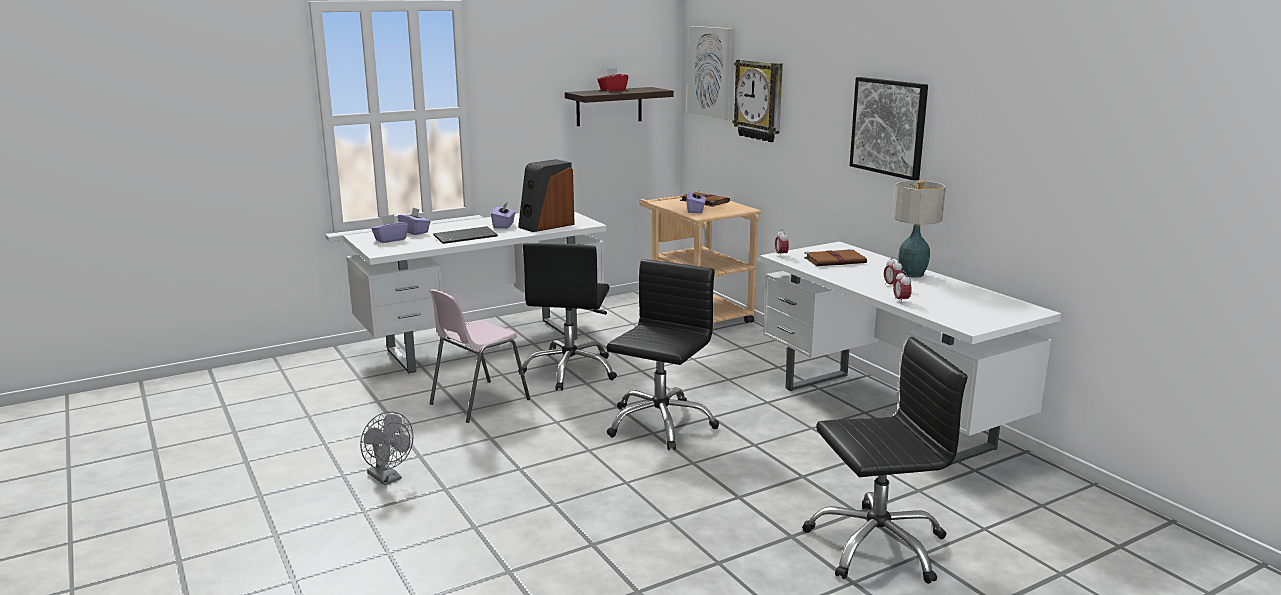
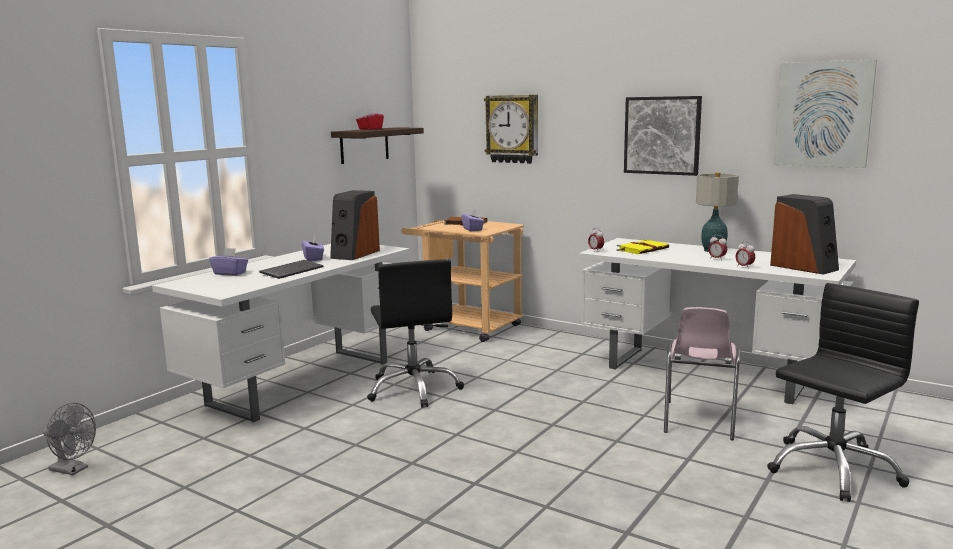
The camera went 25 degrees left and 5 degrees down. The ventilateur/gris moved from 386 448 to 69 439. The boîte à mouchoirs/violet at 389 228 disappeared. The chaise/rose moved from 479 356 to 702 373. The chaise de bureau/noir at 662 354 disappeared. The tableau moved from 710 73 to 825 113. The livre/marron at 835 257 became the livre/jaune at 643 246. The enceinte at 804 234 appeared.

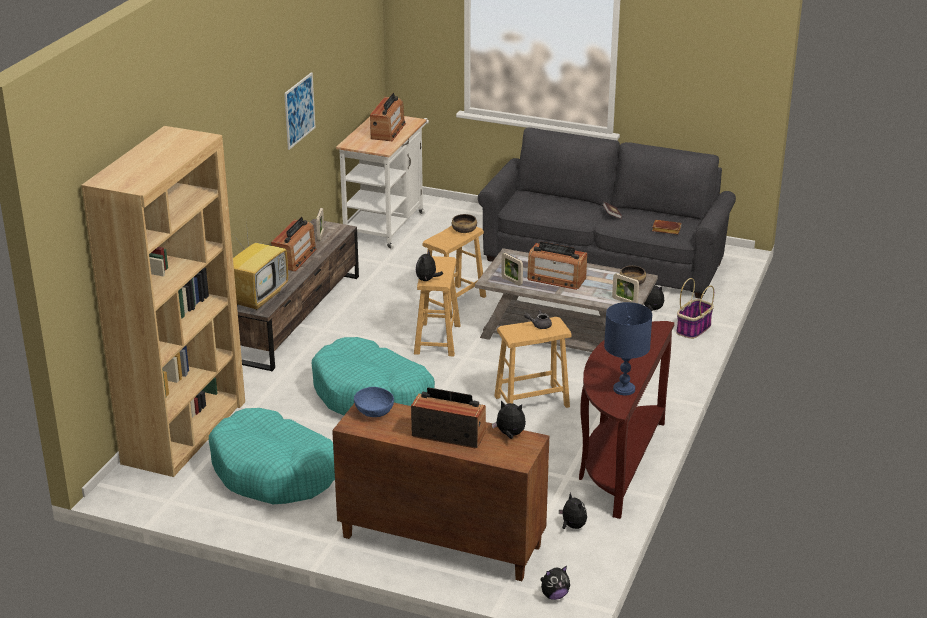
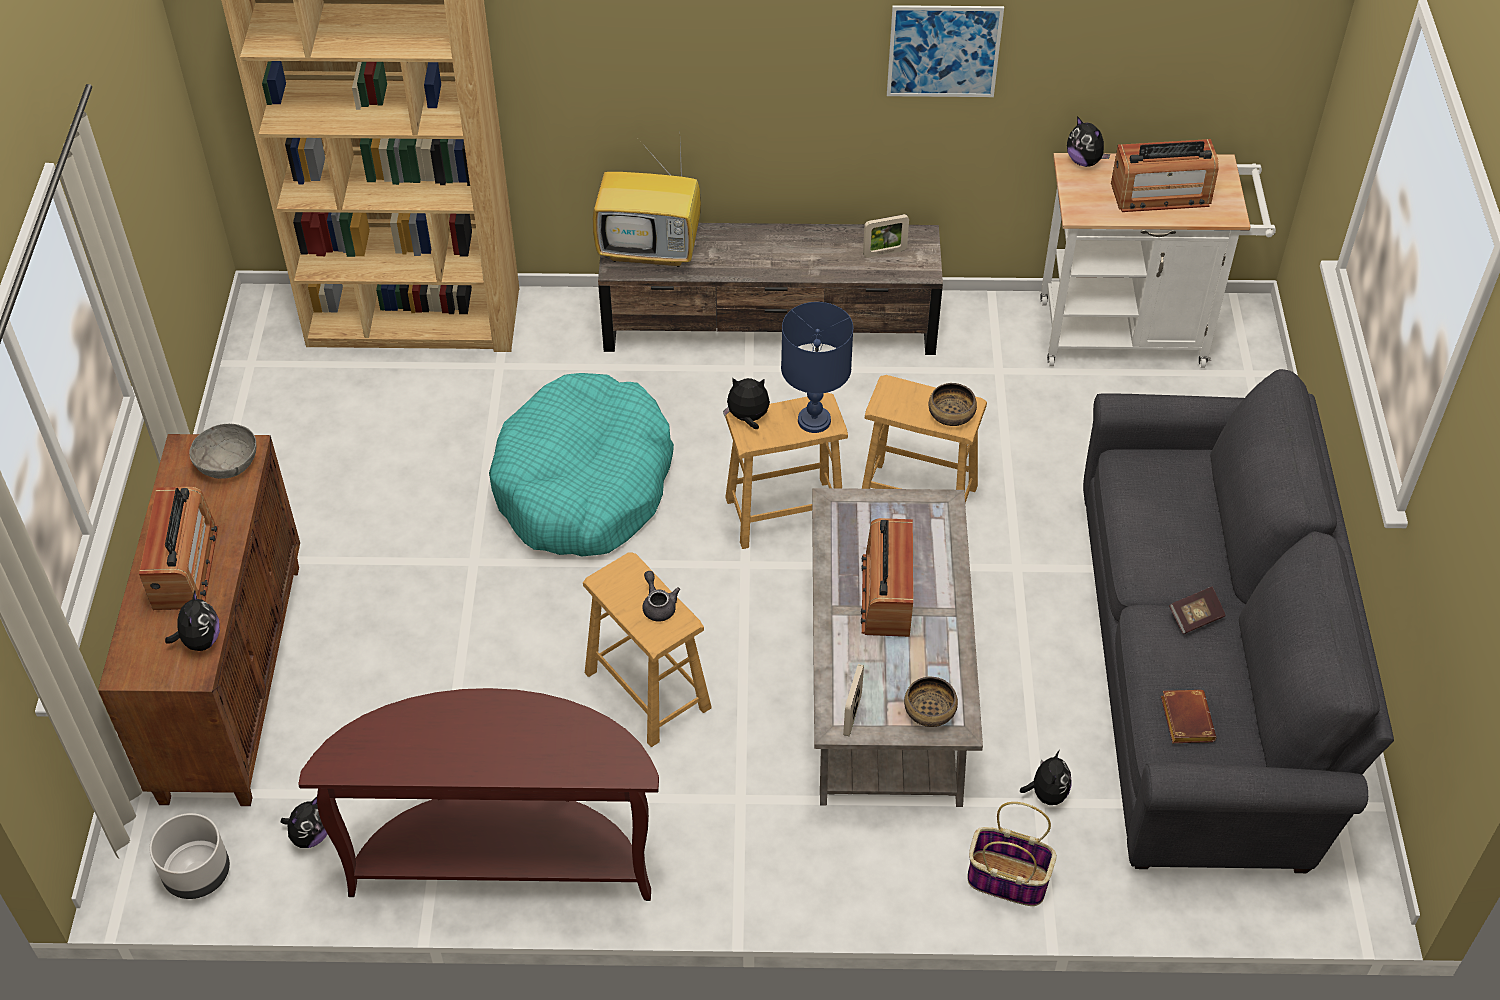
The camera went 70 degrees right and 20 degrees up. The panier pour chien/turquoise at 272 456 disappeared. The radio at 294 244 disappeared. The bol/bleu at 374 402 became the bol/gris at 223 451. The cadre photo at 512 269 disappeared. The peluche moved from 555 583 to 1089 141. The lampe de table/bleu moved from 628 348 to 817 367. The cache-pot/gris at 189 856 appeared.

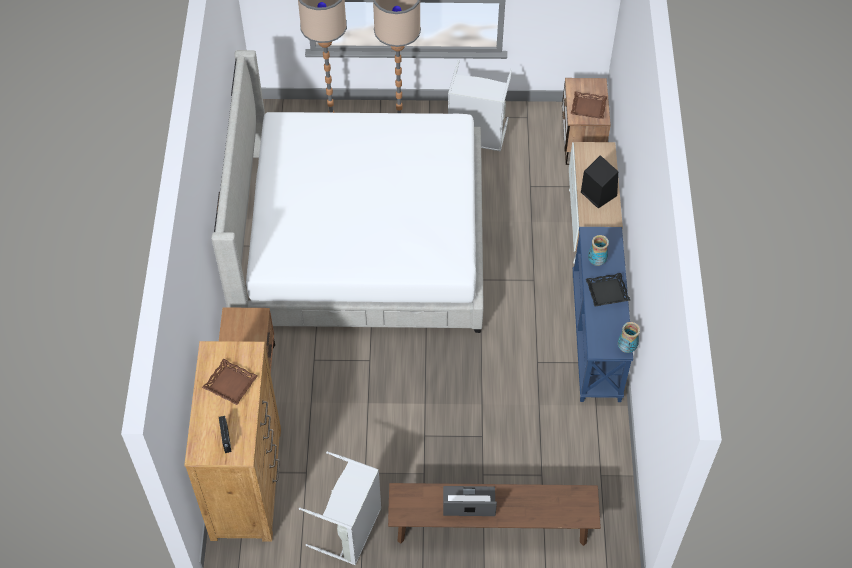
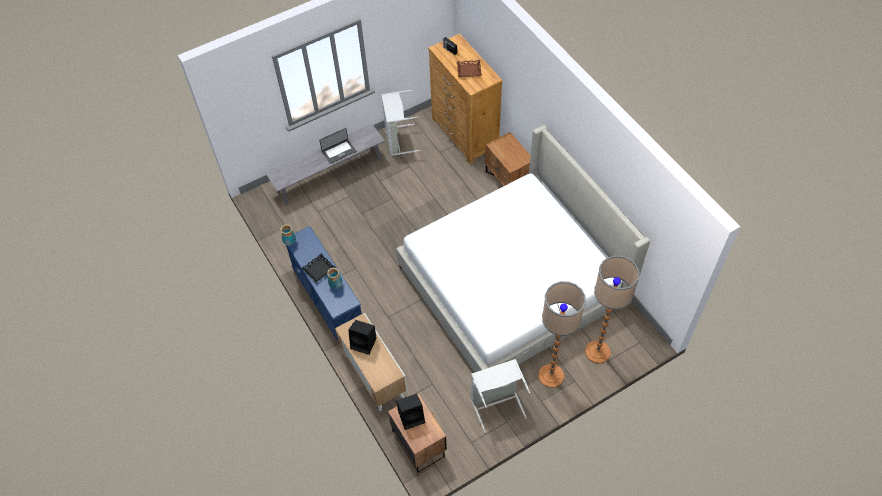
The camera went 150 degrees right and 0 degrees up. The banc/marron at 494 514 became the banc/gris at 325 165. The plateau/marron at 589 105 was replaced by the enceinte/noir at 411 412.

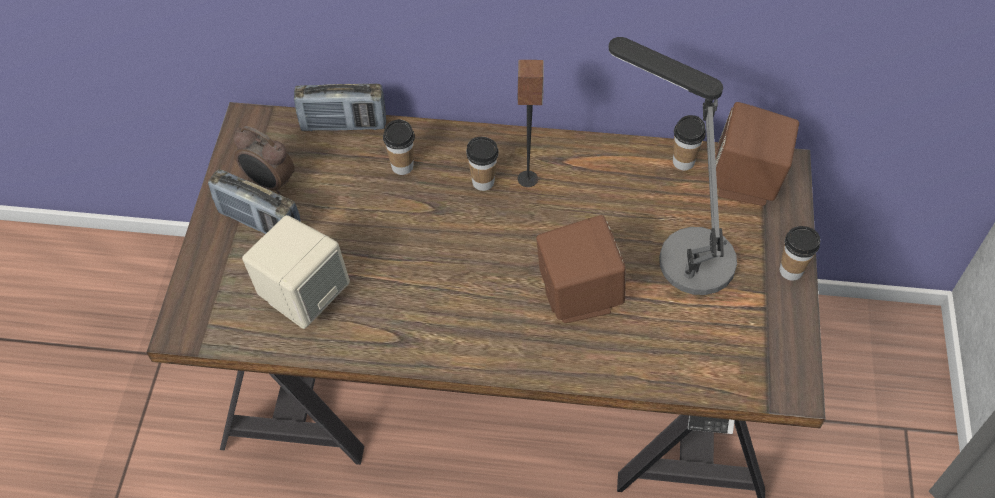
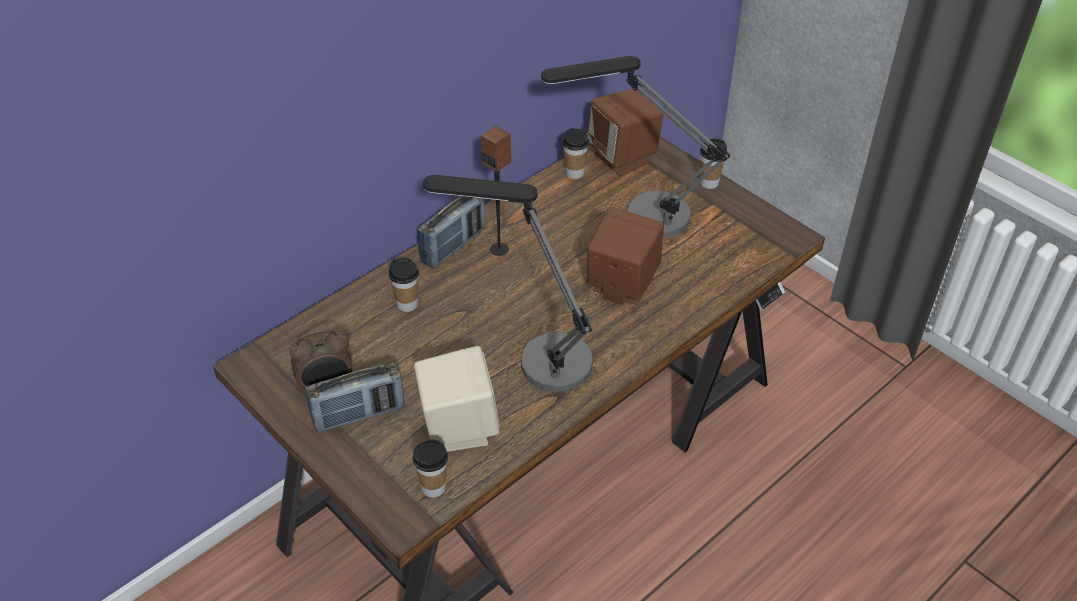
The camera went 50 degrees left and 10 degrees down. The radio moved from 340 107 to 451 232. The tasse moved from 482 164 to 430 468. The lampe de table at 508 283 appeared.

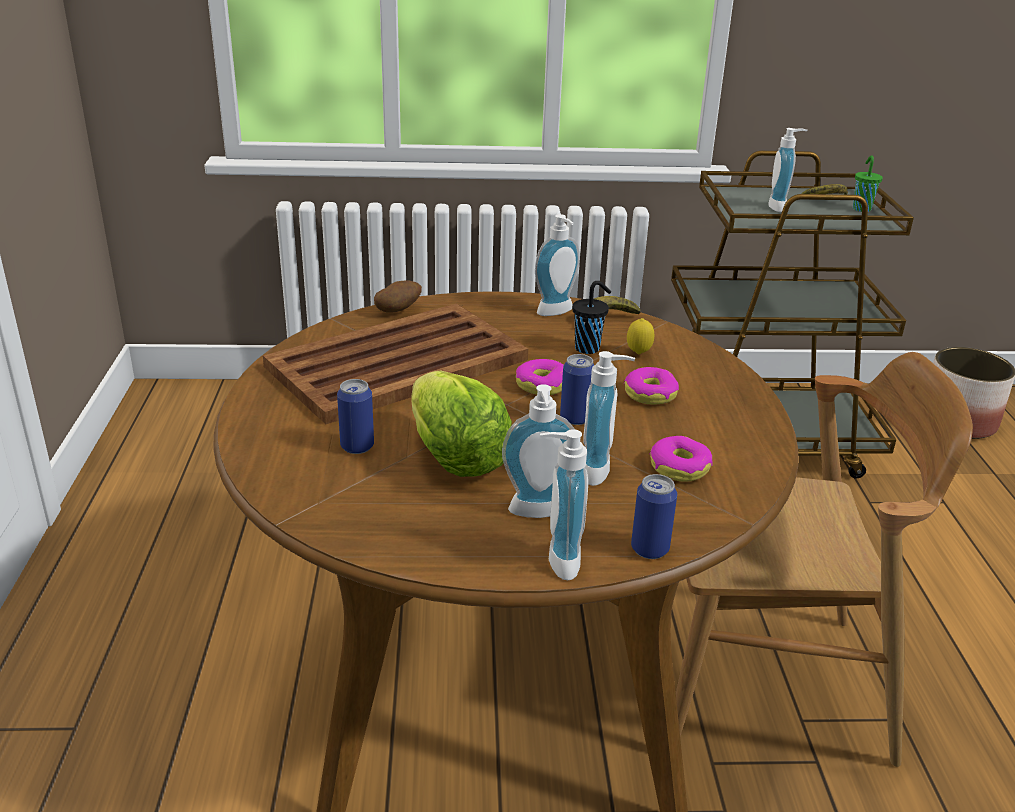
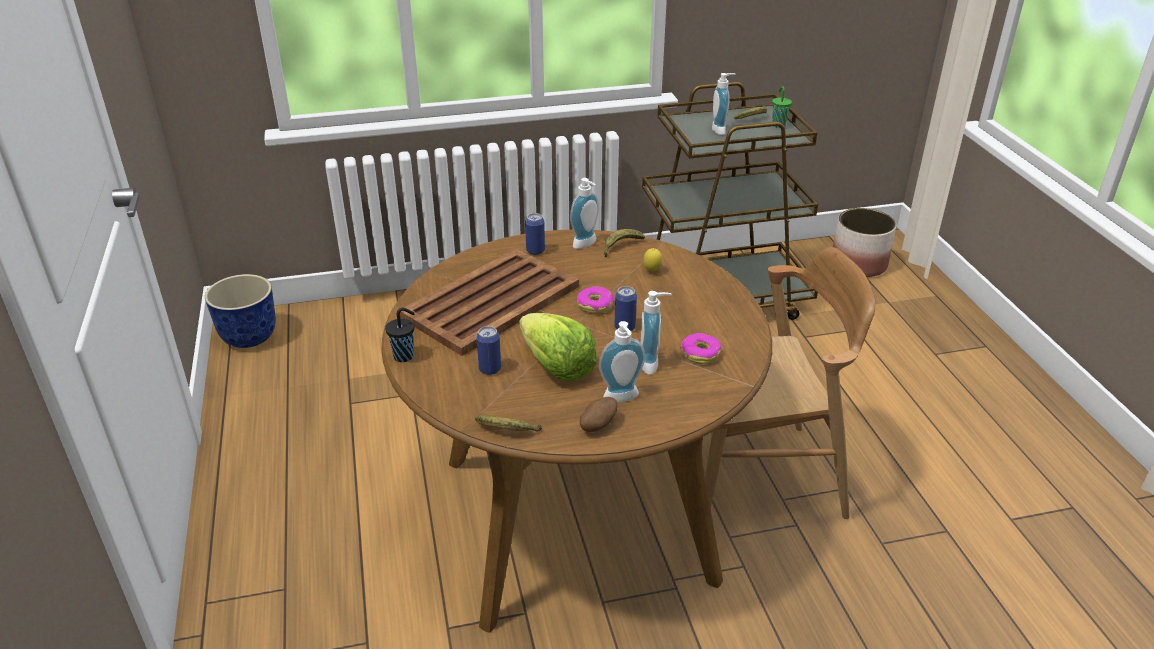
The camera went 10 degrees left and 5 degrees up. The pomme de terre moved from 398 296 to 599 414. The distributeur de savon at 564 504 disappeared. The tasse/noir moved from 591 317 to 400 335. The beignet at 651 385 disappeared. The boîte métallique moved from 654 516 to 535 234. The cache-pot at 240 311 appeared. The banane at 508 423 appeared.

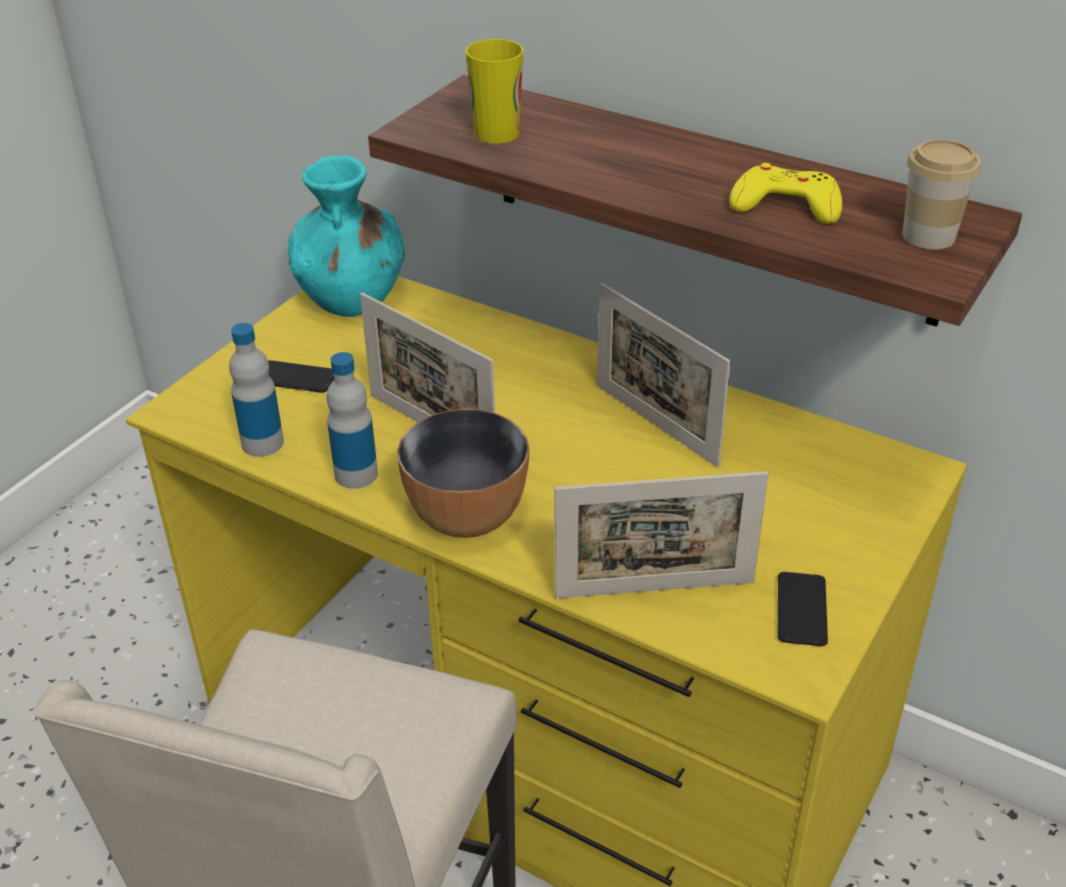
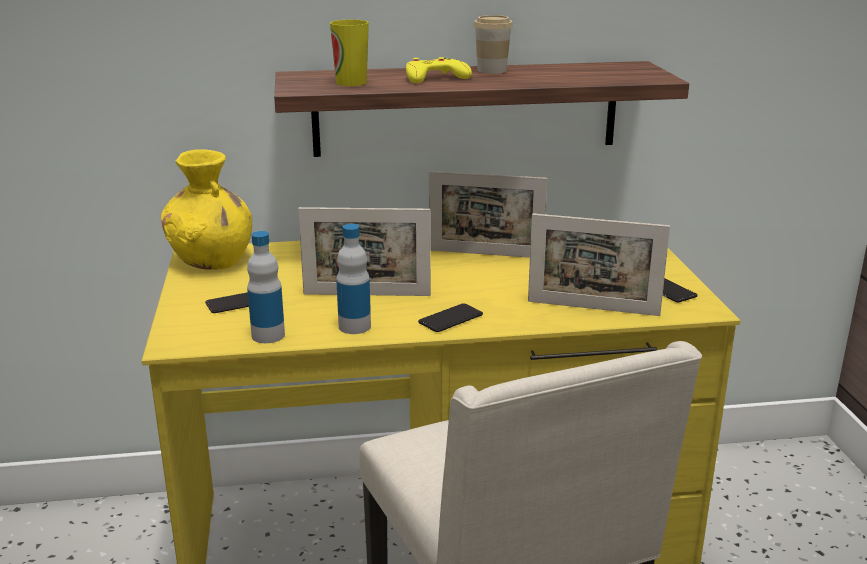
The camera went 40 degrees left and 15 degrees down. The vase/turquoise at 346 236 became the vase/jaune at 206 209. The bol at 463 473 was replaced by the téléphone at 450 317. The cadre photo at 661 535 turned 60 degrees clockwise. The manette/jaune moved from 785 193 to 439 70. The tasse moved from 942 194 to 493 44.

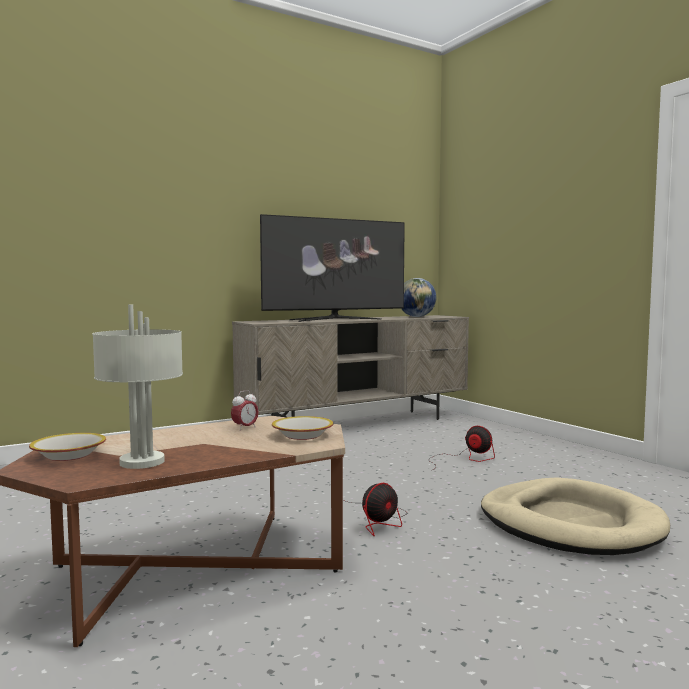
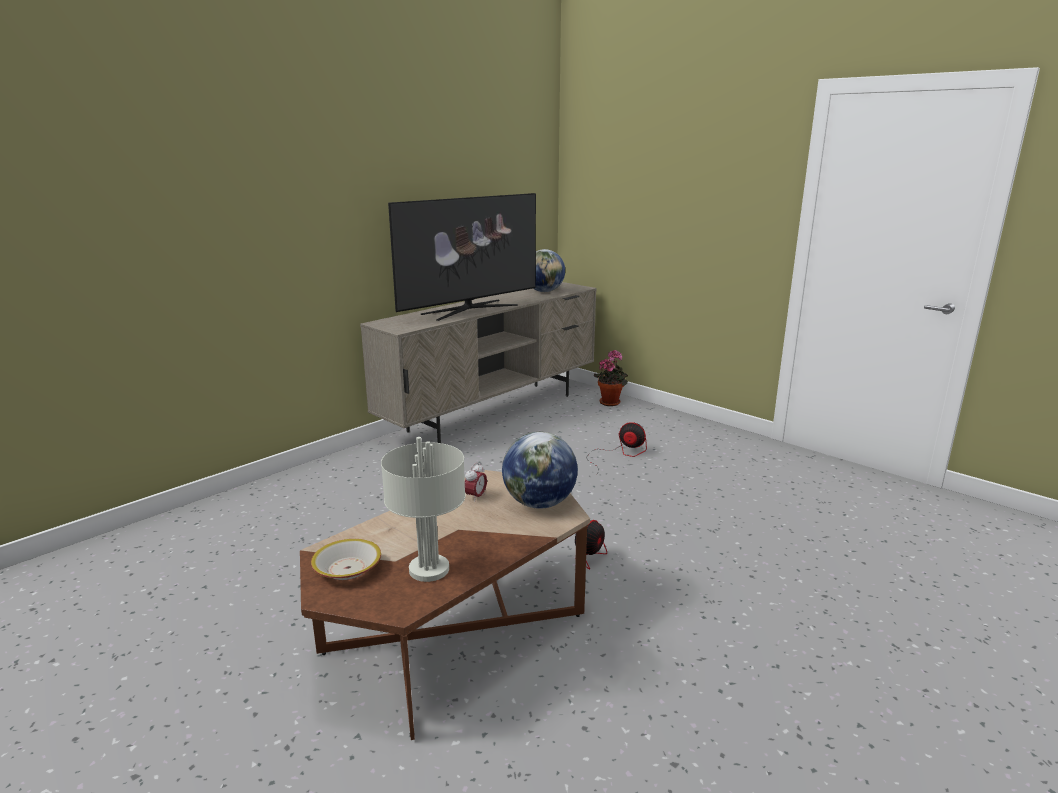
The camera went 15 degrees left and 15 degrees up. The bol at 302 428 was replaced by the globe at 540 470. The panier pour chien/beige at 575 516 disappeared. The plante en pot at 611 378 appeared.

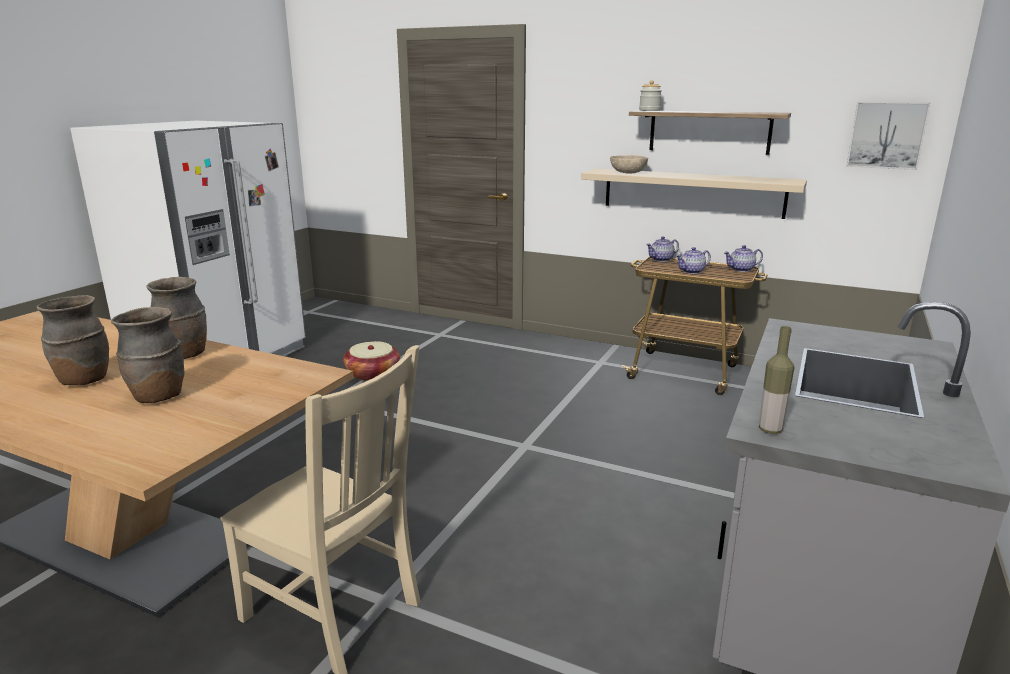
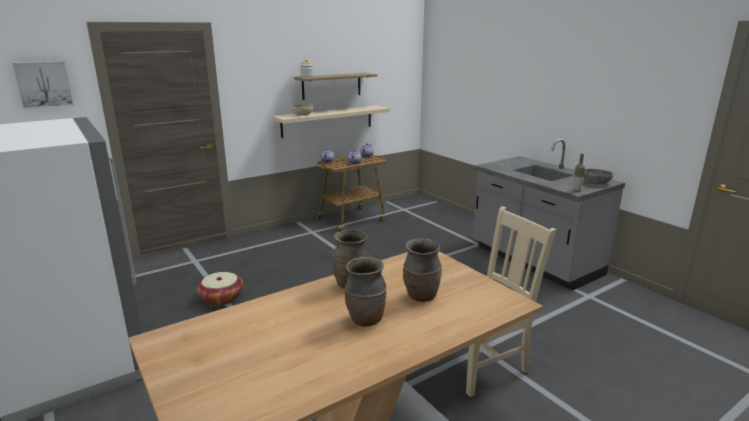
The camera went 60 degrees left and 0 degrees up. The tableau moved from 888 136 to 43 85. The bol/gris at 598 177 appeared.

